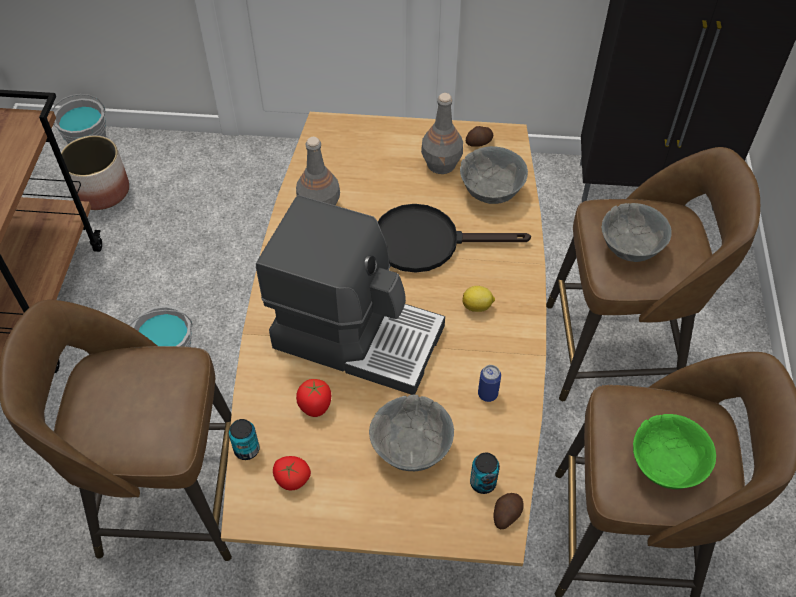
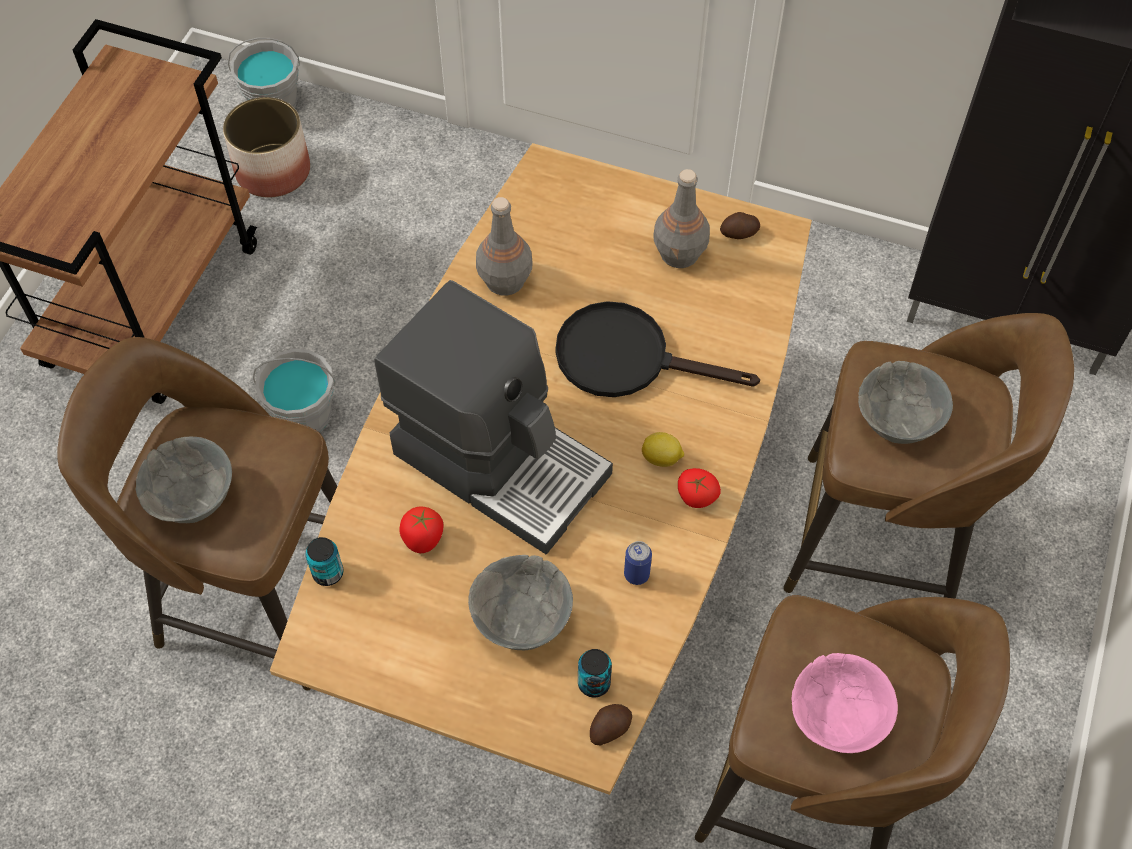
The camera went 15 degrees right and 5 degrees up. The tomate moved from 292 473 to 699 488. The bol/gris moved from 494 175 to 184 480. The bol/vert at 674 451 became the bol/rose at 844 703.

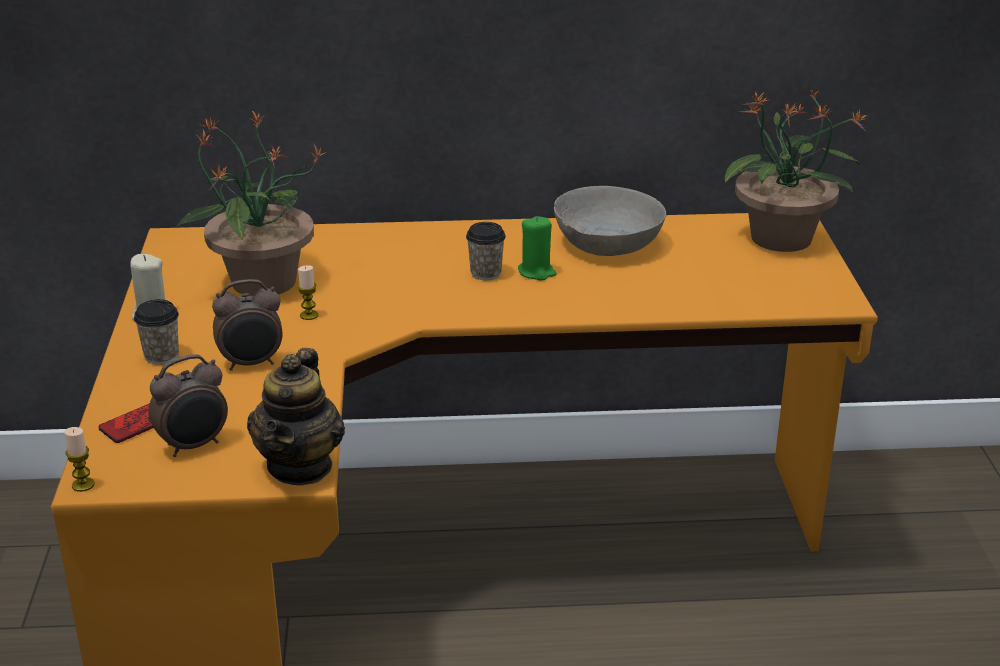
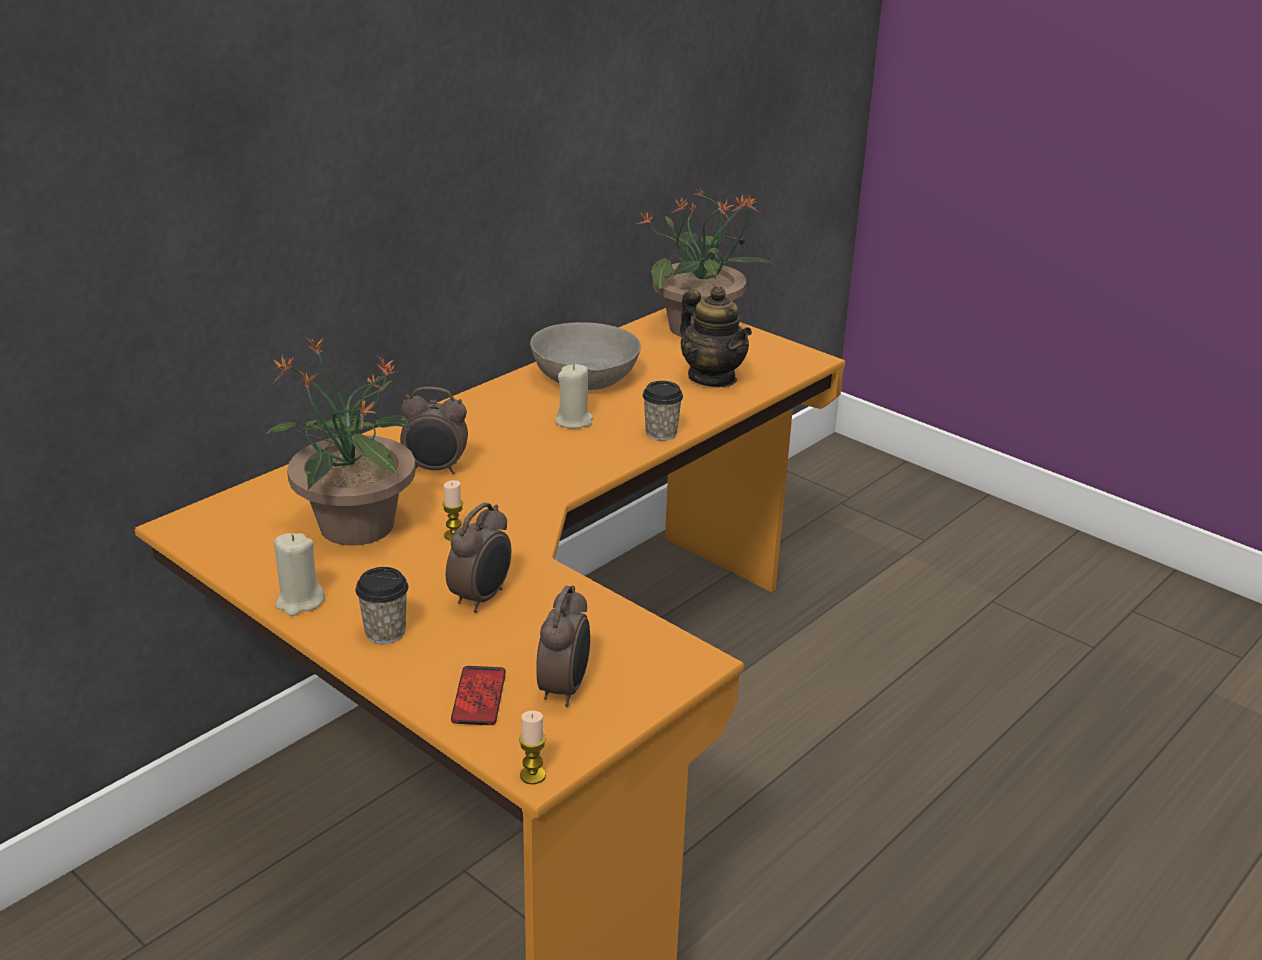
The camera went 45 degrees left and 0 degrees up. The théière moved from 296 416 to 716 336. The tasse moved from 486 251 to 663 411. The bougie/vert at 537 248 became the bougie/beige at 574 396. The réveil at 434 430 appeared.

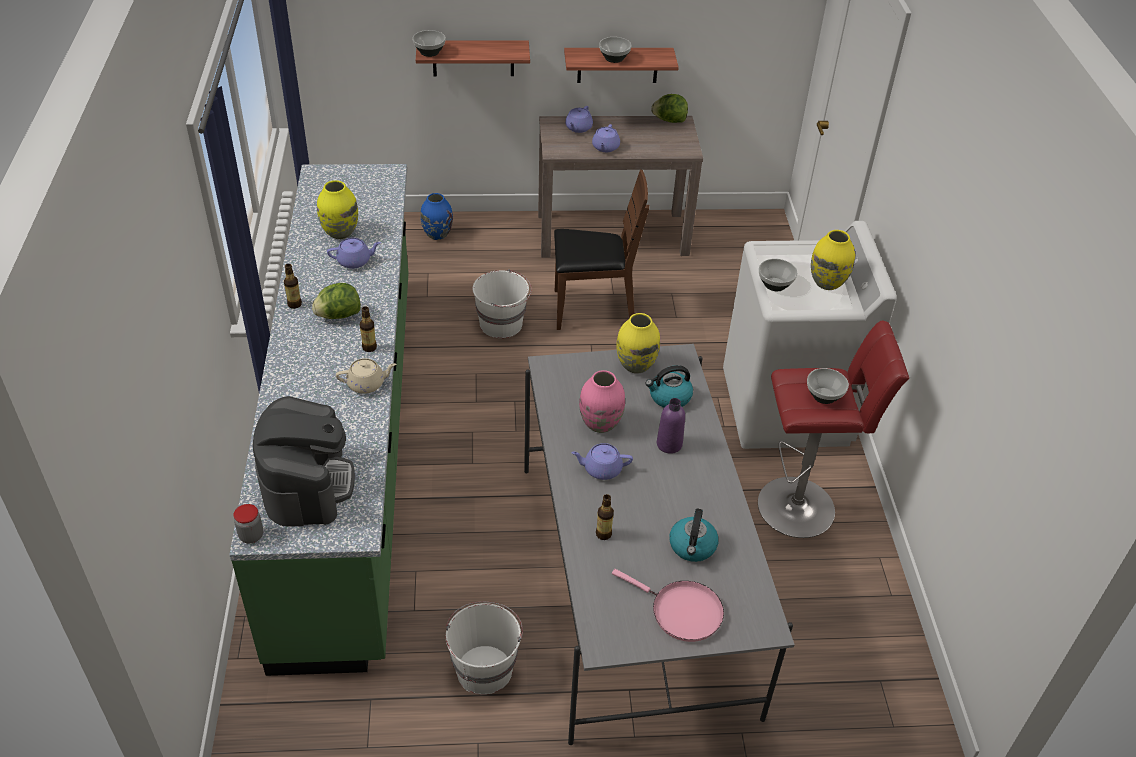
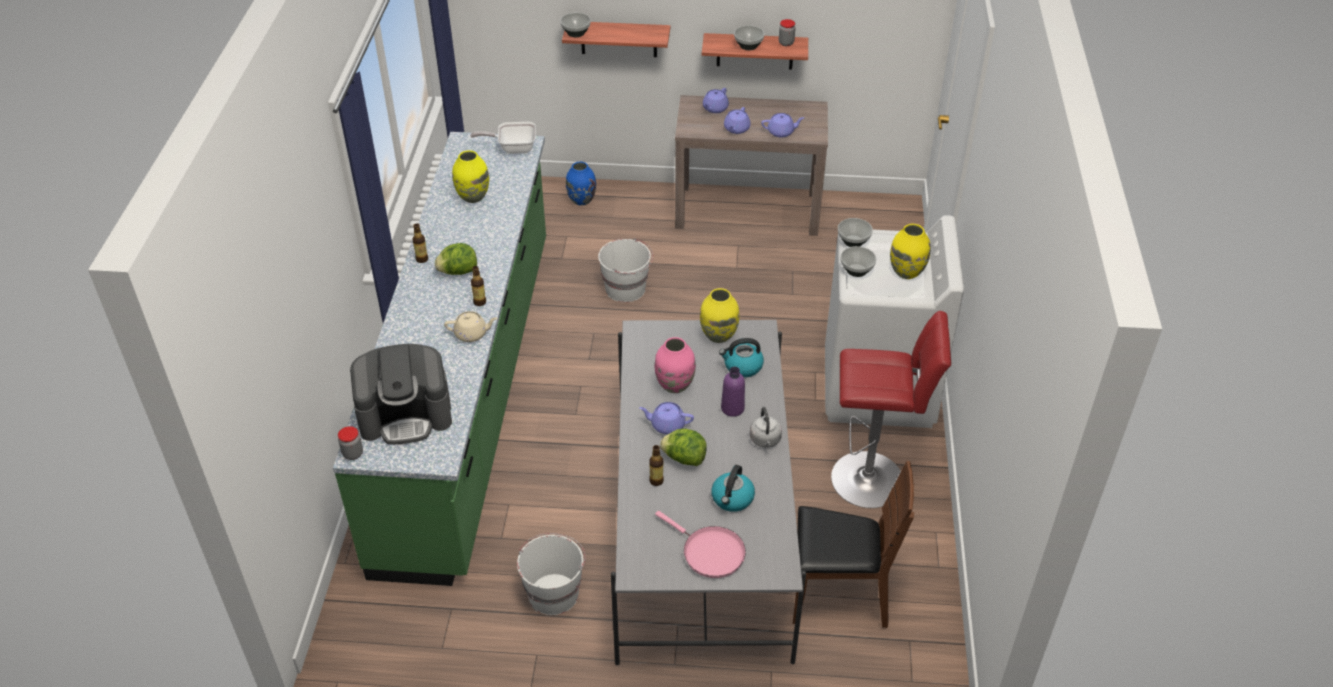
The camera went 10 degrees right and 0 degrees up. The machine à café at 304 461 turned 75 degrees clockwise. The théière/violet moved from 354 253 to 782 125. The chaise/marron moved from 601 250 to 853 544. The laitue moved from 669 108 to 683 447. The bol moved from 828 386 to 855 232. The poêle at 503 138 appeared. The bouilloire/gris at 766 427 appeared. The bocal at 787 32 appeared.

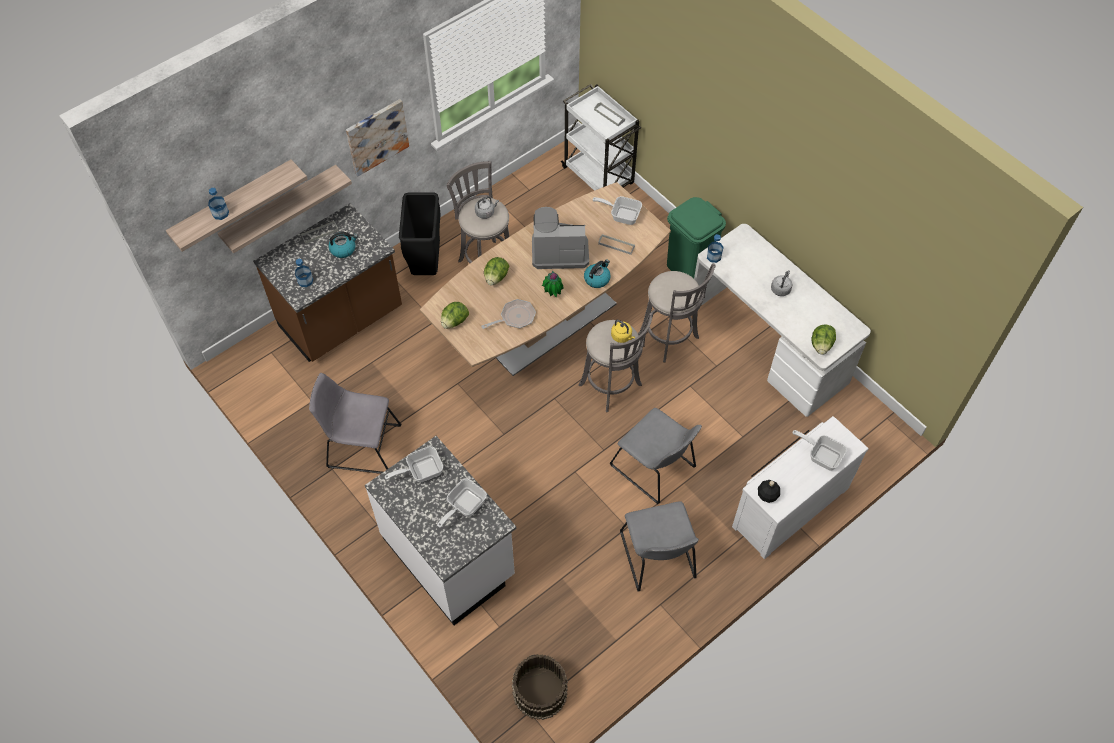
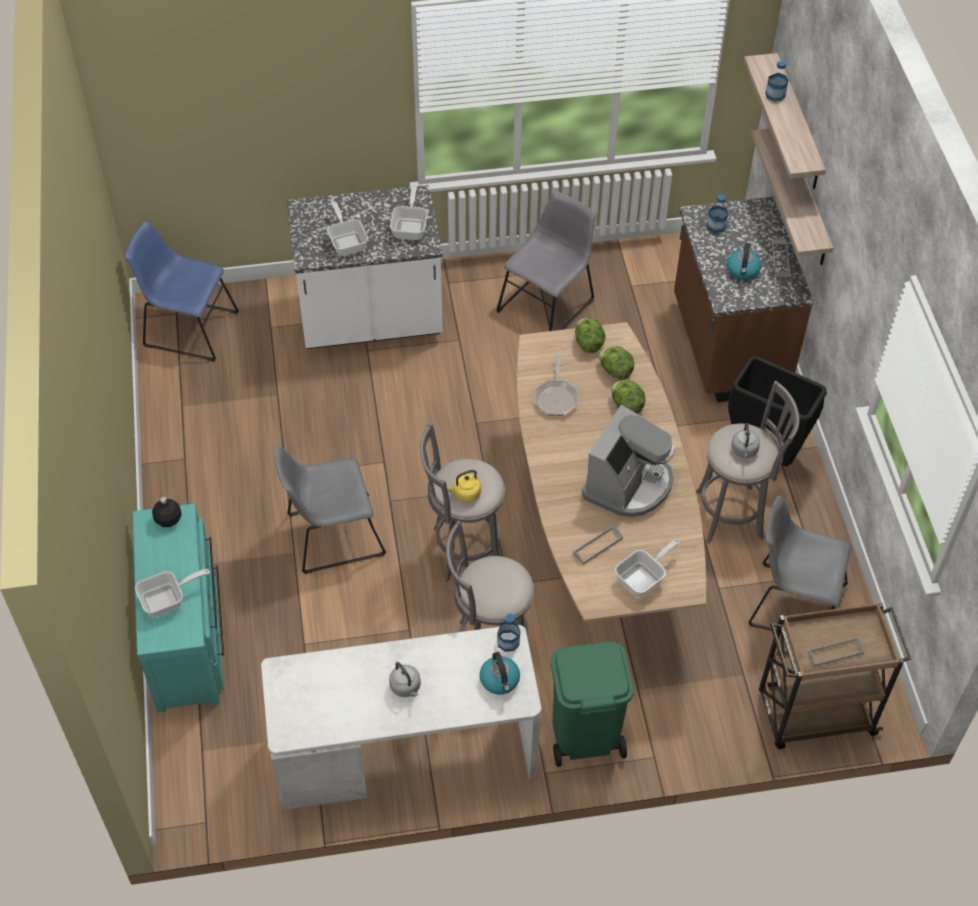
The camera went 120 degrees right and 5 degrees down. The tableau at 377 137 disappeared. The seau/marron at 540 687 was replaced by the chaise/bleu at 182 291. The plante en pot at 553 283 disappeared. The chariot/blanc at 601 137 became the chariot/marron at 835 675. The bouilloire moved from 597 273 to 499 673. The chaise/gris moved from 659 546 to 799 563. The commode/blanc at 800 487 became the commode/turquoise at 178 608. The laitue moved from 824 340 to 616 363.

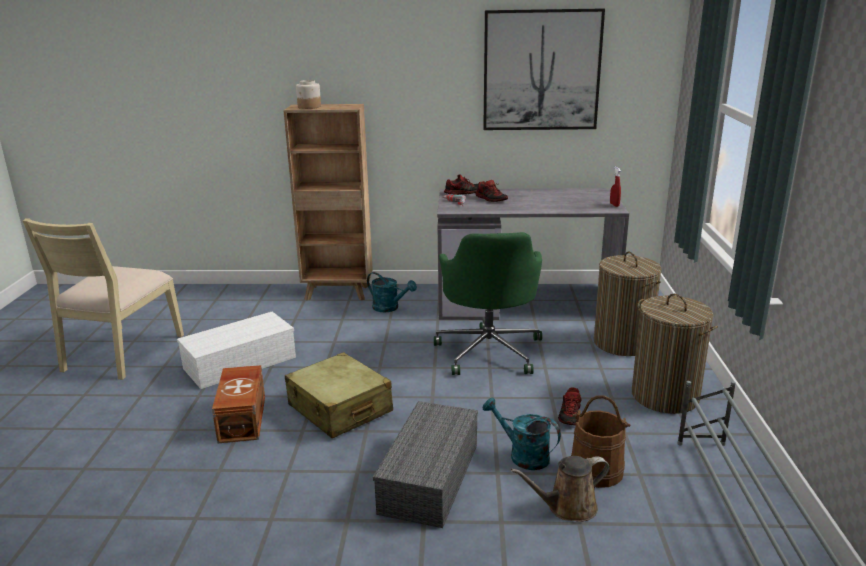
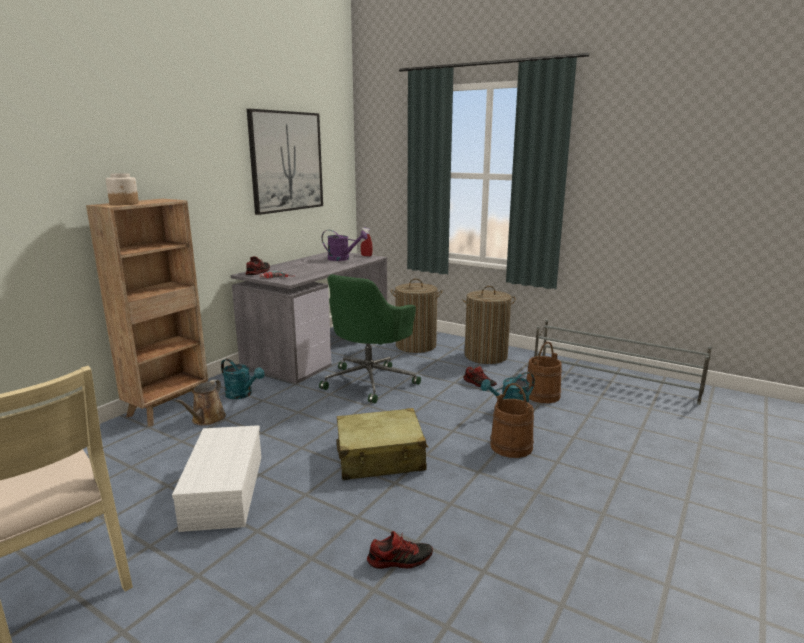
The camera went 60 degrees left and 5 degrees down. The boîte de rangement/marron at 238 404 disappeared. The arrosoir/turquoise at 392 292 turned 60 degrees clockwise. The boîte de rangement/gris at 425 464 was replaced by the seau/marron at 512 420. The chaise de bureau/vert at 488 303 turned 90 degrees clockwise. The chaussure moved from 492 191 to 400 550. The arrosoir/marron moved from 560 489 to 200 403. The arrosoir/violet at 345 245 appeared.

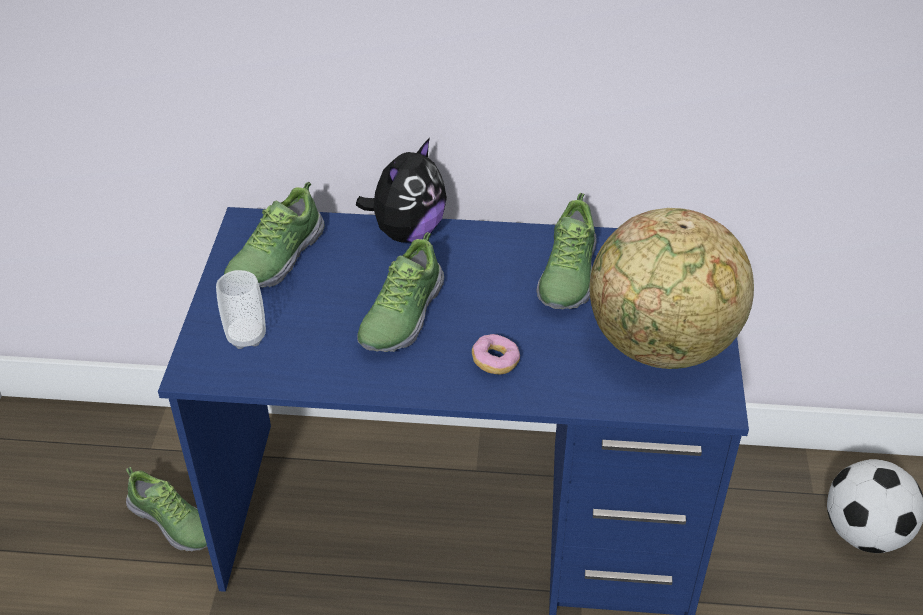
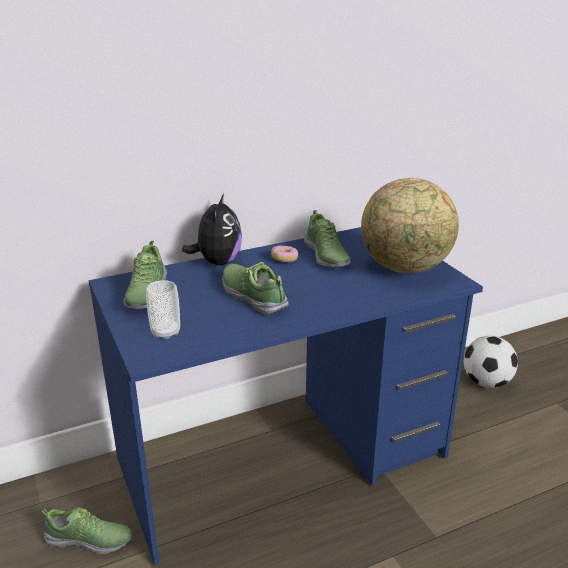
The camera went 30 degrees left and 15 degrees down. The chaussure at 400 292 turned 150 degrees clockwise. The beignet moved from 496 354 to 284 254.

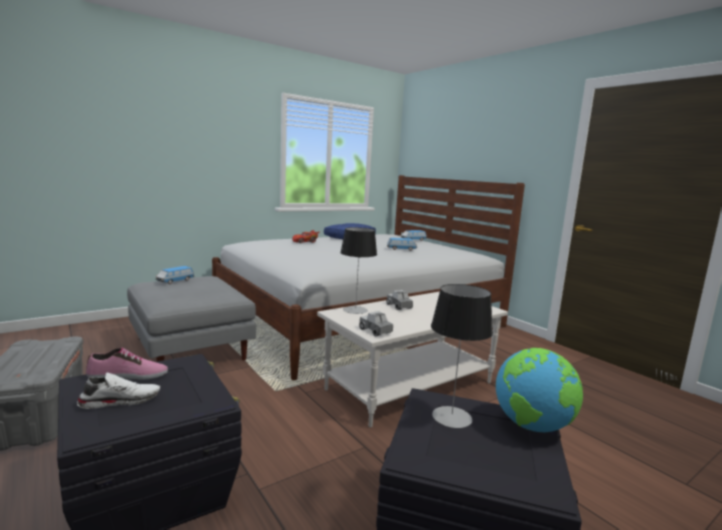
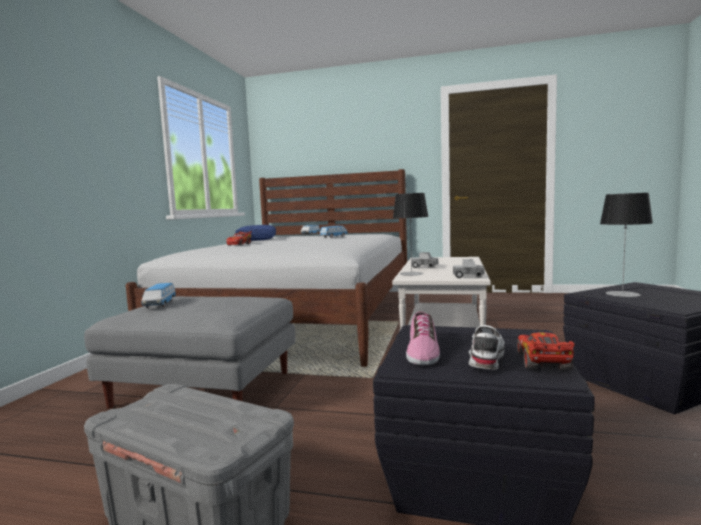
The camera went 40 degrees left and 5 degrees down. The chaussure at 127 364 turned 150 degrees clockwise. The globe at 539 390 disappeared. The petite voiture/rouge at 546 351 appeared.

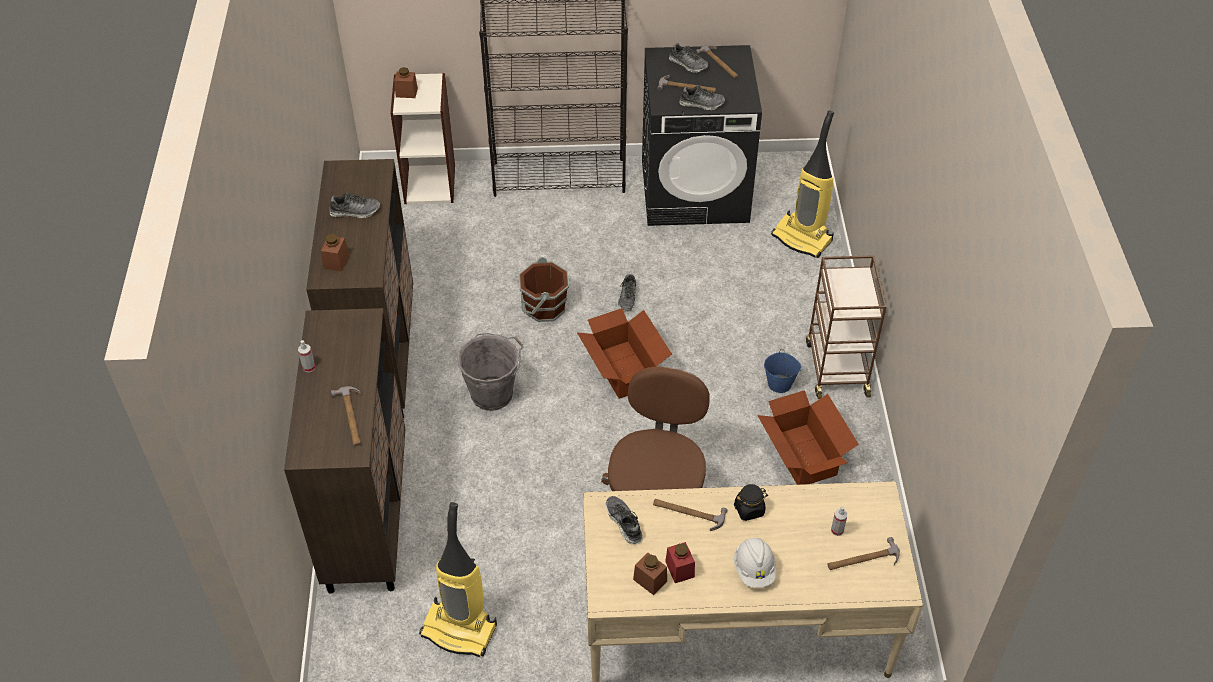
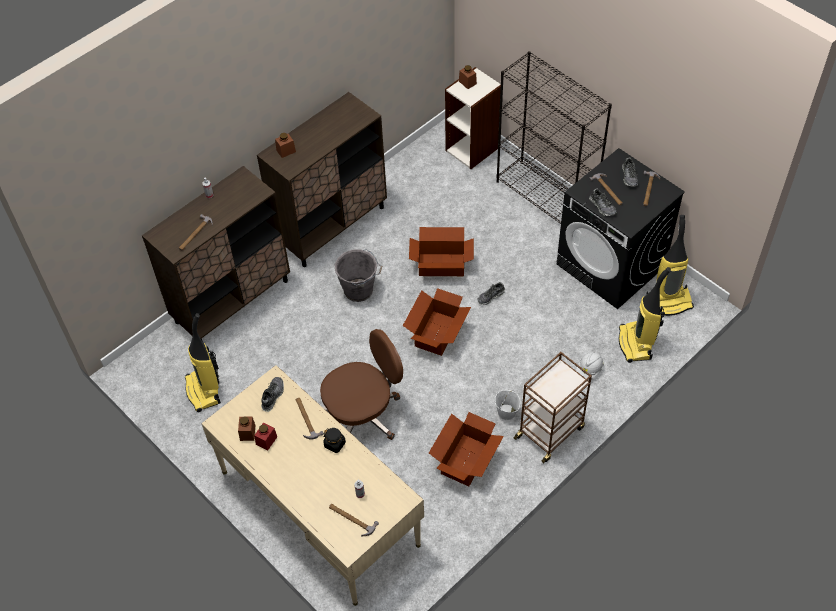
The camera went 50 degrees right and 5 degrees up. The chaussure at 354 205 disappeared. The seau/marron at 544 289 was replaced by the carton at 441 251. The casque de chantier/blanc moved from 755 563 to 590 365. The seau/bleu at 782 372 became the seau/blanc at 507 405. The aspirateur at 670 265 appeared.

